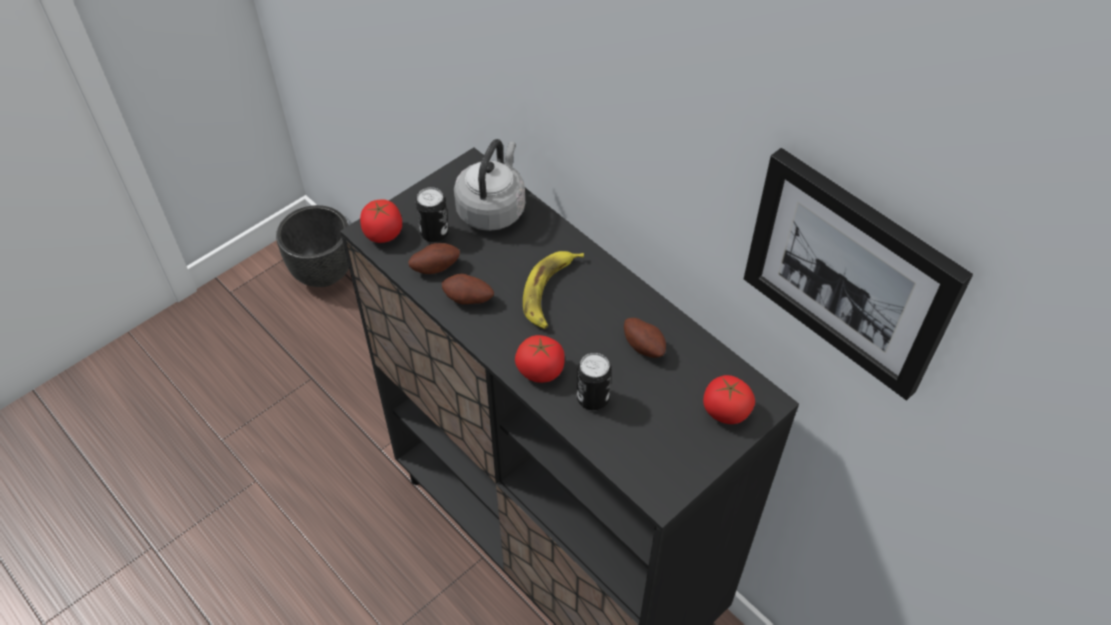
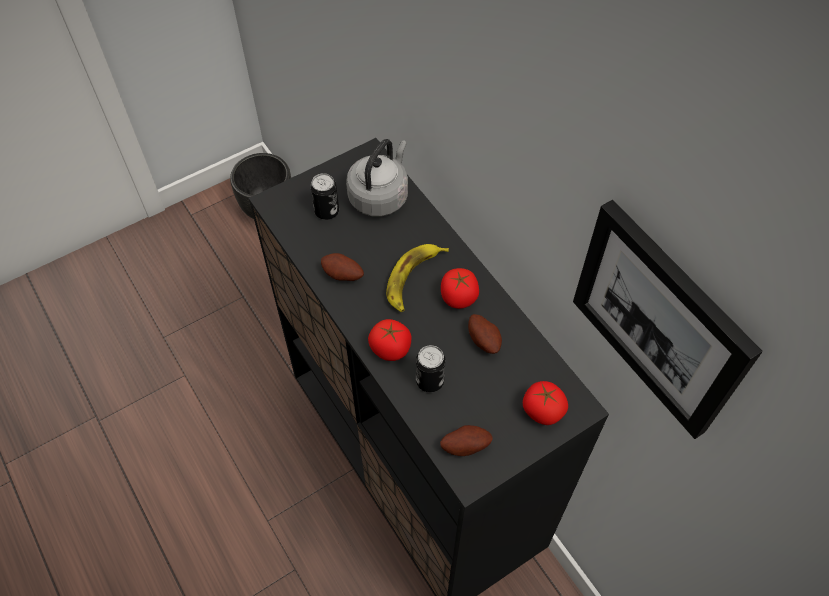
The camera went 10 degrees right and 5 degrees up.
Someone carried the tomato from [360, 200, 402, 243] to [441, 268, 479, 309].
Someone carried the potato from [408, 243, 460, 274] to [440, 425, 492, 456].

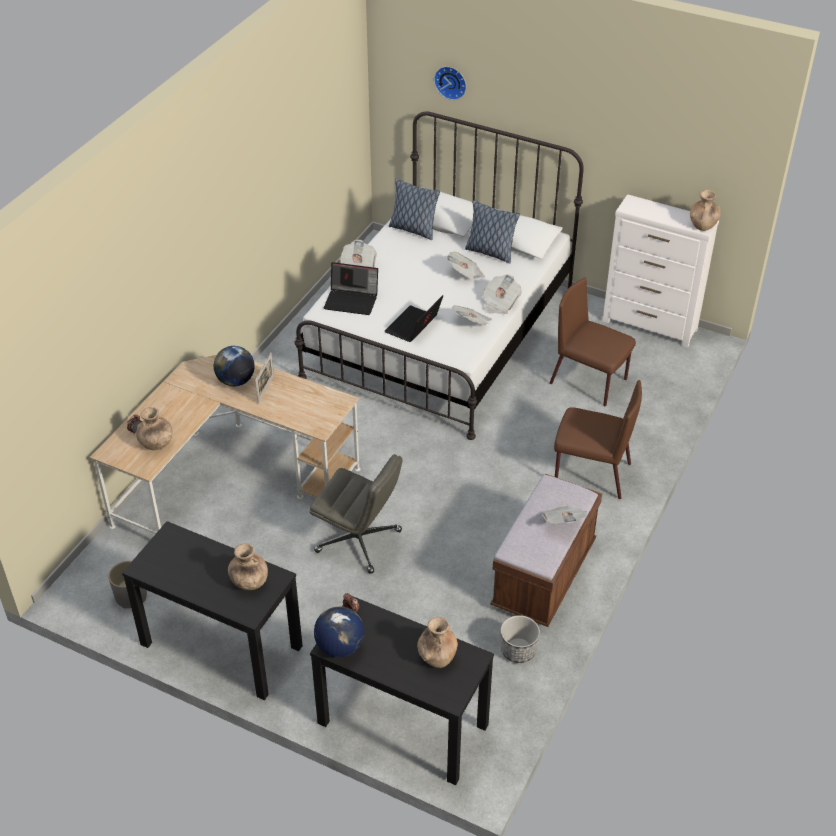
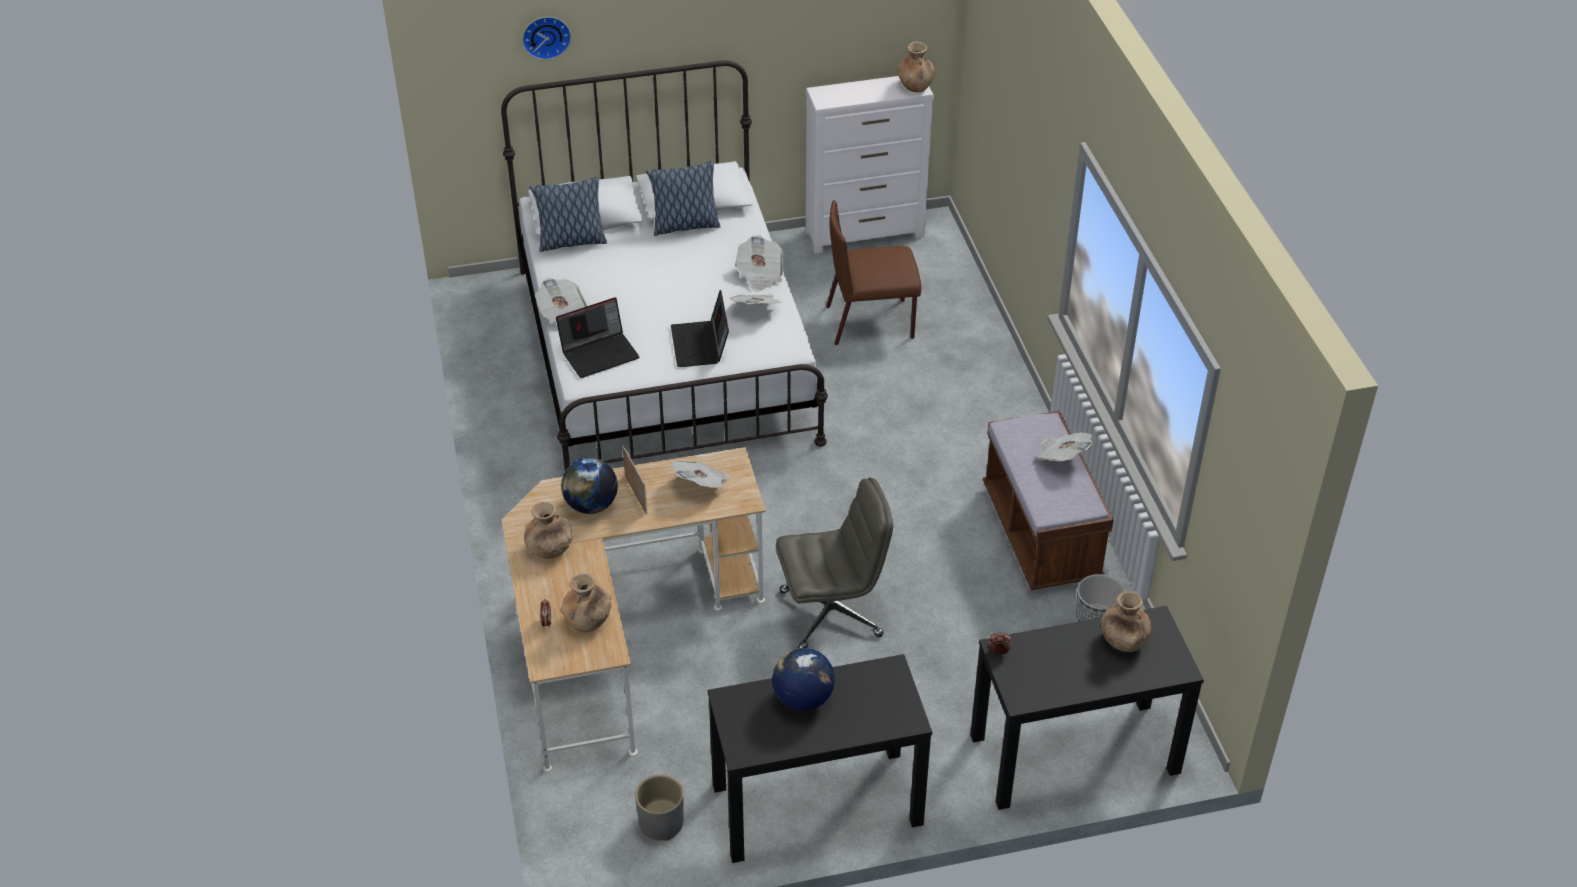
The camera went 40 degrees left and 0 degrees up.
Someone carried the vase (brown) from [228, 543, 268, 590] to [524, 501, 573, 559].
Someone carried the globe from [314, 606, 364, 657] to [772, 648, 835, 711].
Someone carried the newspaper from [445, 252, 485, 279] to [670, 460, 730, 489].
Someone took away the chair (brown) at [554, 380, 642, 499].

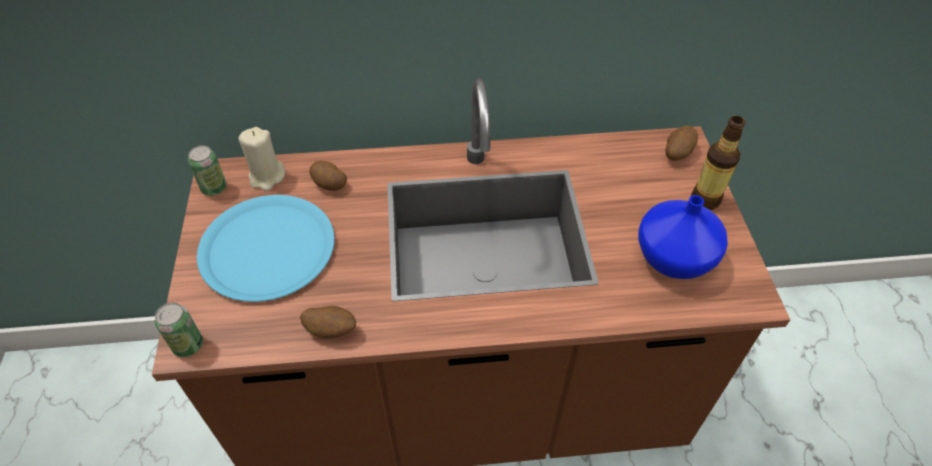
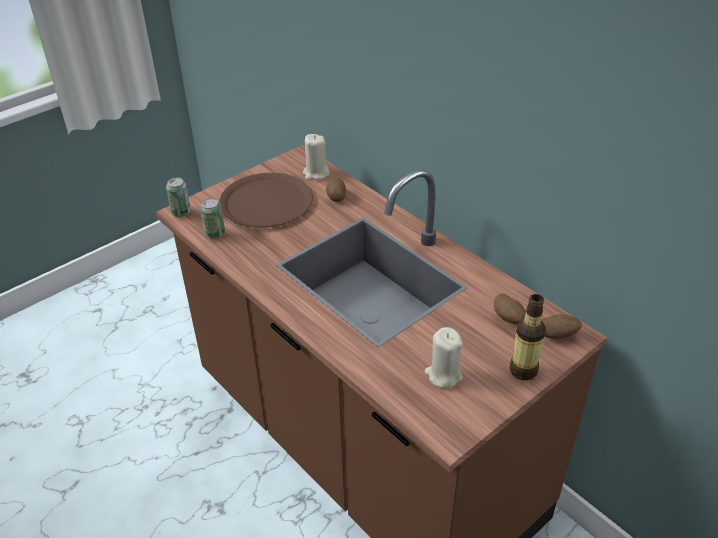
The camera went 55 degrees right and 10 degrees down.
Someone carried the can from [188, 145, 227, 196] to [200, 198, 225, 239].
Someone repainted the plate (blue) at [197, 195, 335, 302], which became the plate (brown) at [219, 173, 313, 228].
Someone carried the potato from [300, 306, 356, 338] to [494, 293, 526, 324].
Someone swapped the vase (blue) at [638, 195, 728, 279] for the candle (beige) at [425, 327, 463, 389].

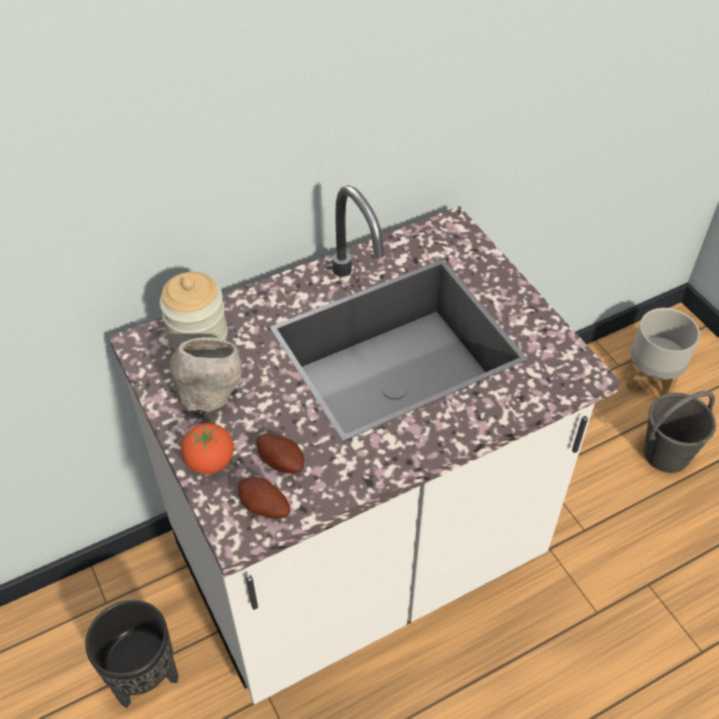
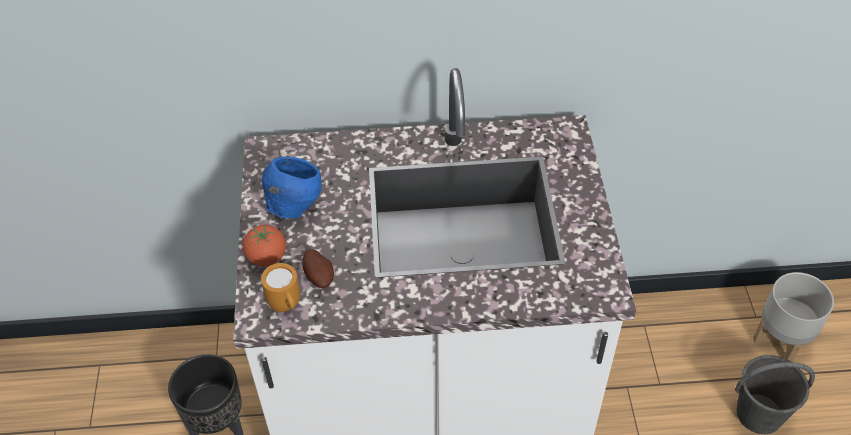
The camera went 25 degrees right and 0 degrees up.
Someone took away the jar at [160, 272, 228, 351].
Someone repainted the bowl (grey) at [169, 337, 242, 412], which became the bowl (blue) at [262, 157, 322, 219].
Someone swapped the potato at [238, 477, 290, 519] for the mug (orange) at [261, 263, 300, 312].

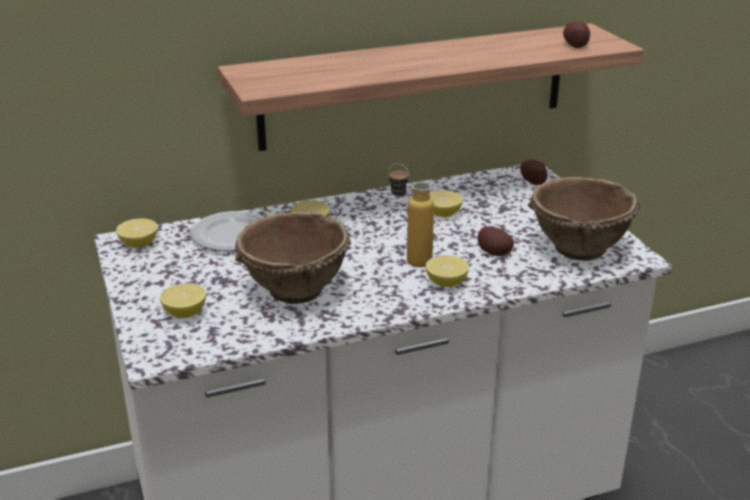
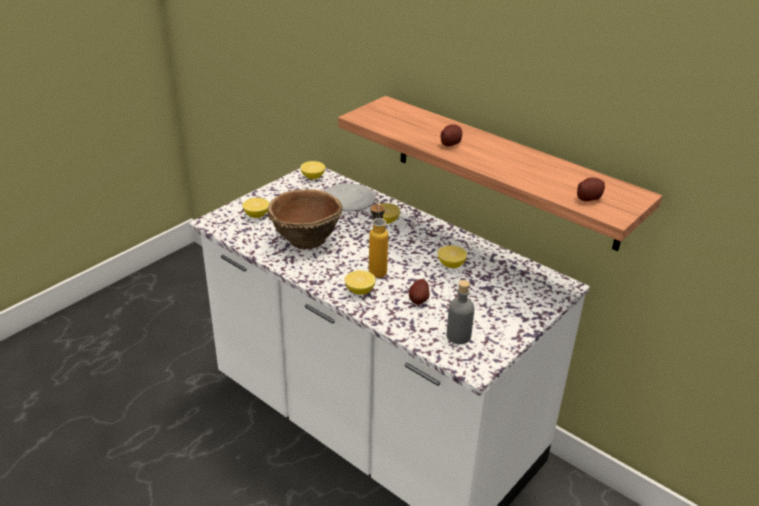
The camera went 60 degrees right and 5 degrees up.
Someone carried the potato from [520, 160, 547, 185] to [441, 125, 462, 147].
Someone swapped the bowl (brown) at [528, 177, 640, 261] for the bottle (grey) at [446, 280, 474, 344].

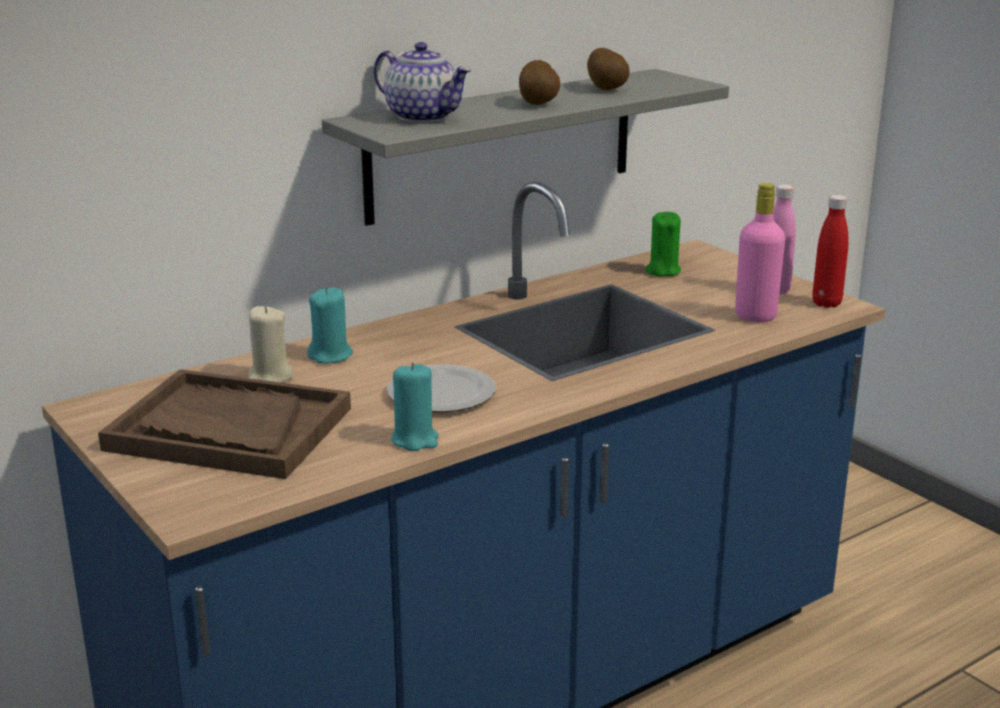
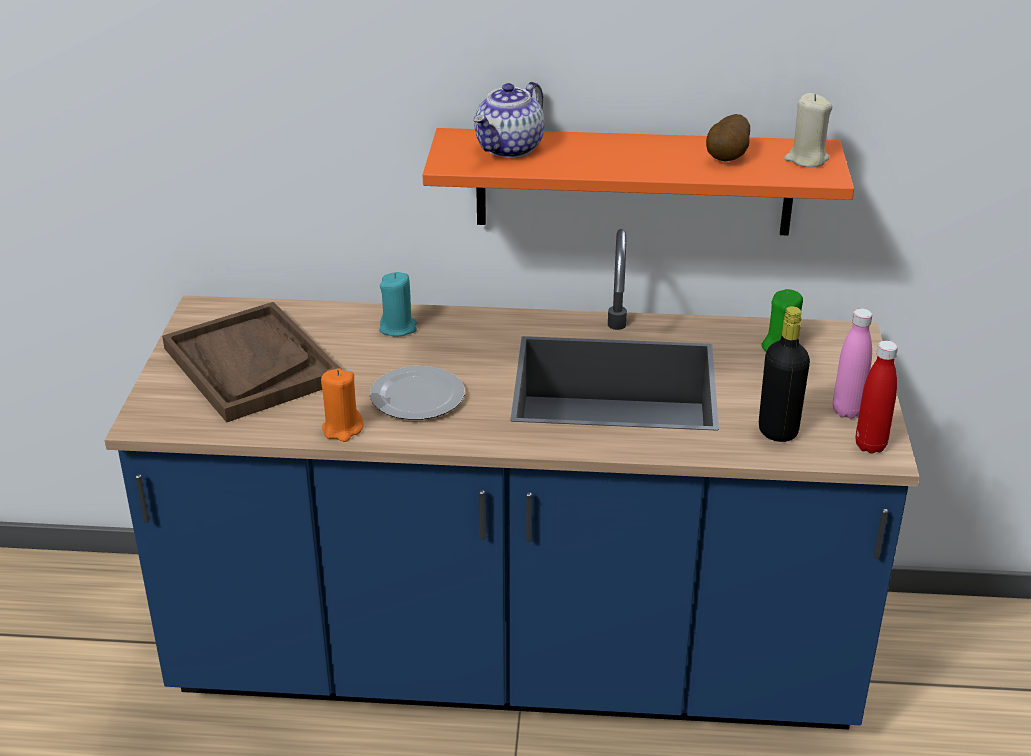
The camera went 40 degrees right and 10 degrees up.
Someone carried the candle (beige) from [248, 306, 293, 383] to [784, 93, 833, 167].
Someone repainted the shelf (grey) at [322, 69, 729, 226], which became the shelf (orange) at [423, 128, 854, 236].
Someone rotated the teapot at [374, 42, 471, 122] by 45 degrees clockwise.
Someone repainted the candle (turquoise) at [391, 363, 439, 451], which became the candle (orange) at [321, 368, 364, 442].
Someone took away the potato at [519, 60, 560, 105].
Someone repainted the bottle (pink) at [735, 183, 785, 322], which became the bottle (black) at [759, 306, 810, 442].

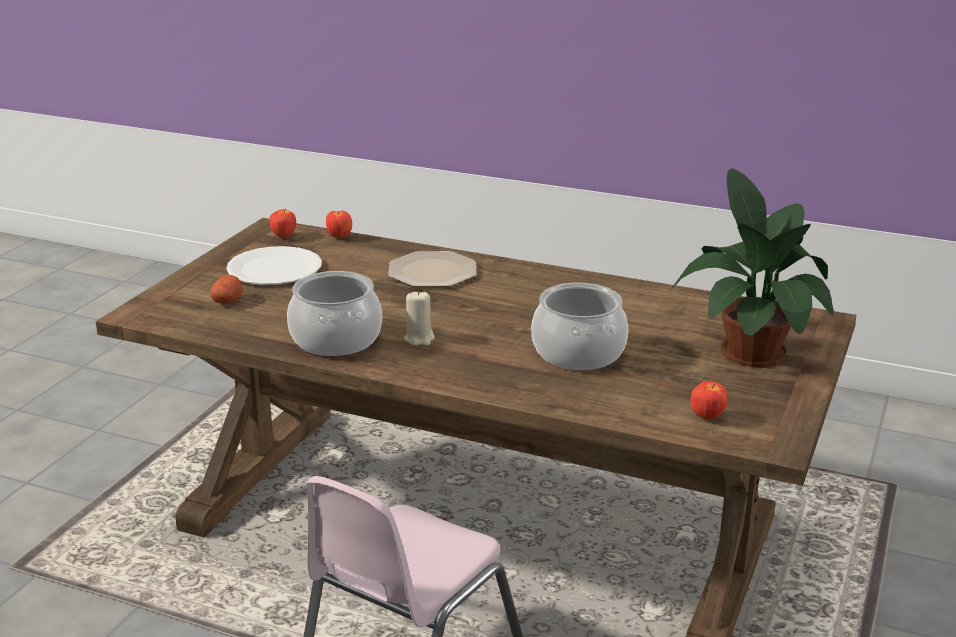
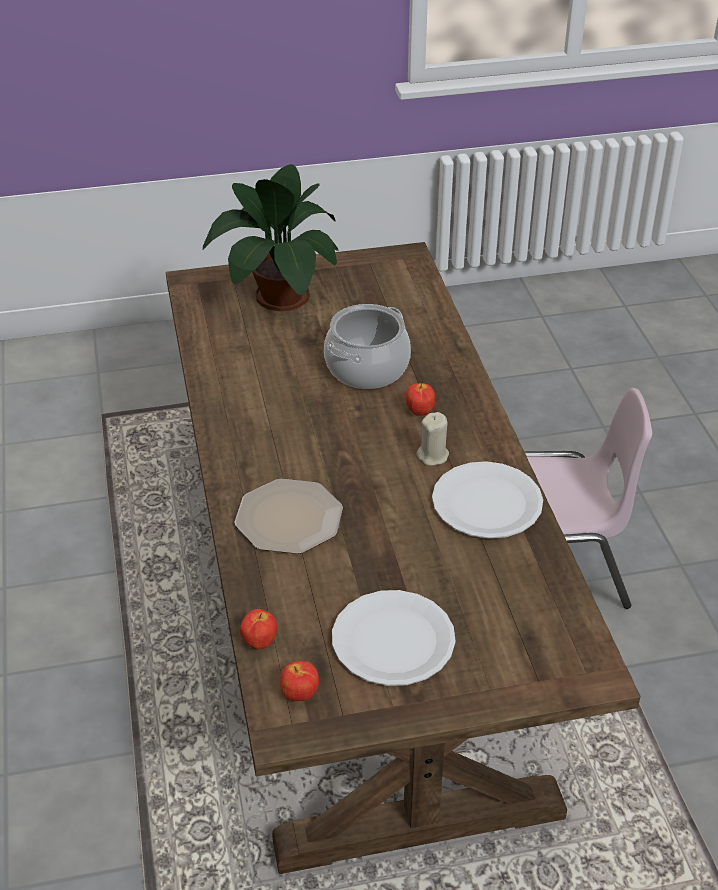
The camera went 125 degrees left and 15 degrees up.
Someone took away the potato at [210, 275, 242, 304].
Someone swapped the cooking pot at [287, 271, 382, 356] for the plate (white) at [432, 461, 543, 539].
Someone carried the apple from [690, 381, 728, 420] to [406, 383, 435, 416].

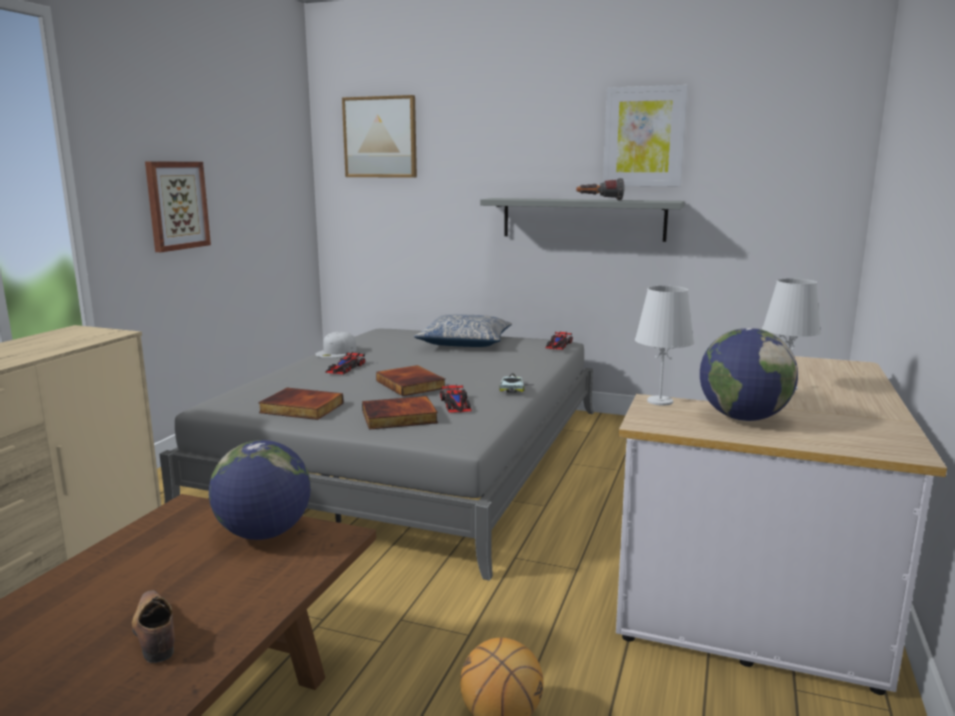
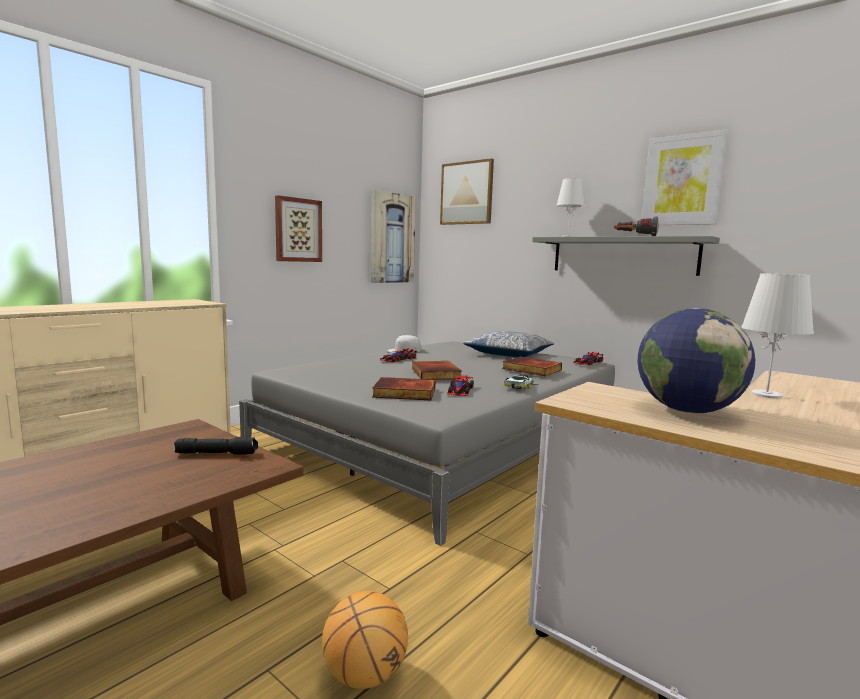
The camera went 20 degrees right and 5 degrees down.
Someone took away the shoe at [131, 590, 175, 663].
Someone swapped the globe at [209, 440, 311, 540] for the flashlight (black) at [174, 437, 258, 455].
Someone carried the book from [258, 388, 344, 420] to [502, 356, 562, 376].
Someone carried the table lamp (white) from [635, 286, 694, 406] to [556, 178, 585, 237].
Someone put up the picture at [371, 190, 416, 283].

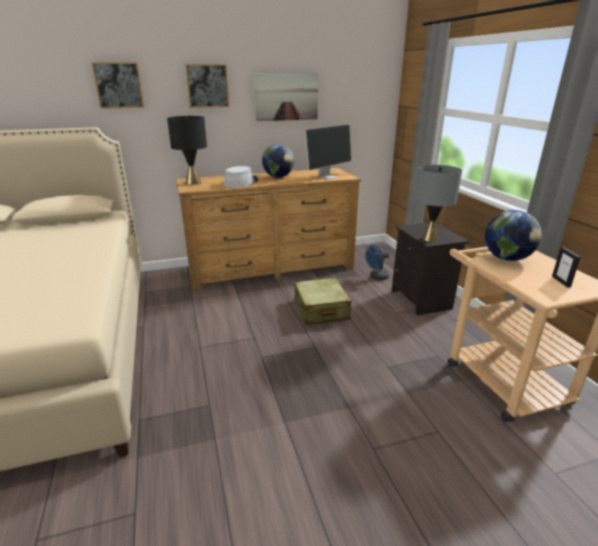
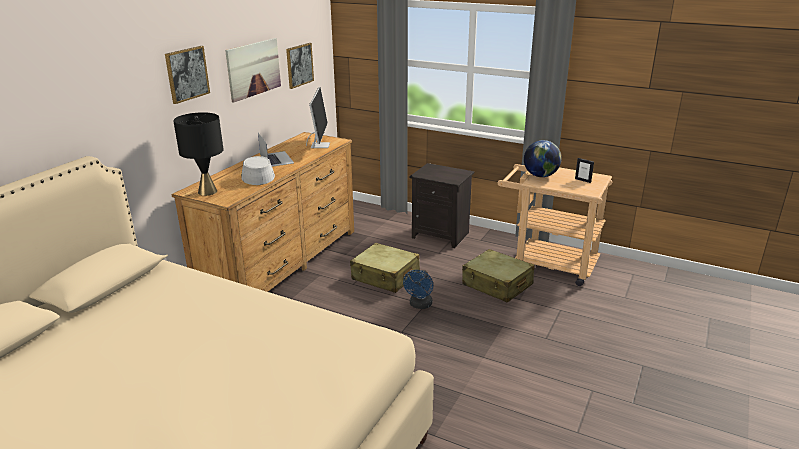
The camera went 45 degrees left and 0 degrees up.
Someone carried the picture from [91, 62, 144, 109] to [286, 43, 314, 89].
Someone swapped the globe at [262, 144, 294, 178] for the laptop at [258, 133, 294, 167].
Someone carried the fan (blue) from [365, 245, 389, 280] to [403, 270, 433, 309].
Someone took away the table lamp (grey) at [415, 165, 462, 242].
Someone put down the suitcase (beige) at [462, 249, 535, 302].

